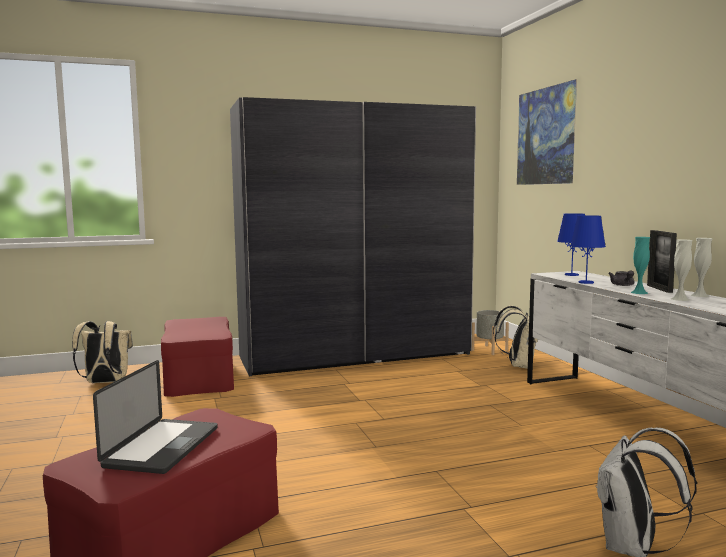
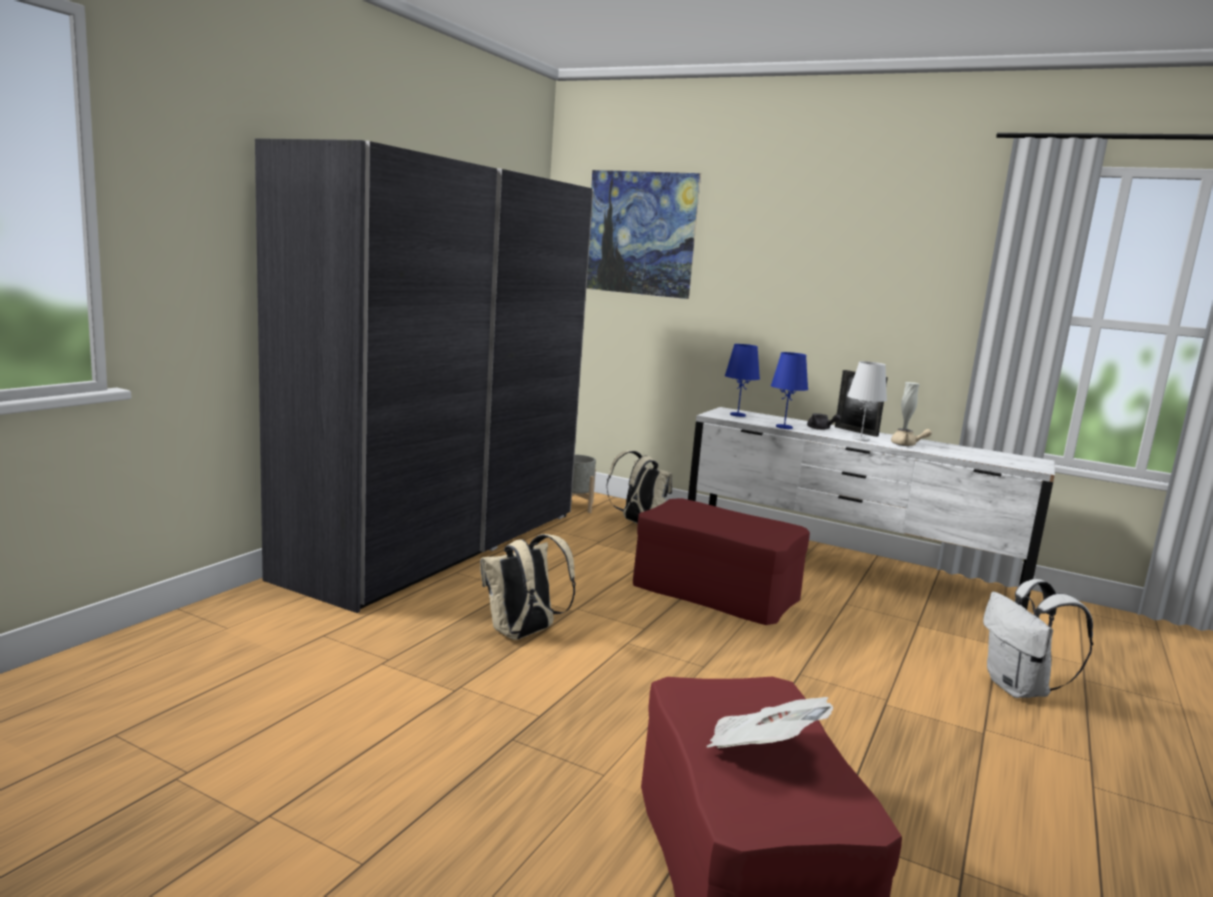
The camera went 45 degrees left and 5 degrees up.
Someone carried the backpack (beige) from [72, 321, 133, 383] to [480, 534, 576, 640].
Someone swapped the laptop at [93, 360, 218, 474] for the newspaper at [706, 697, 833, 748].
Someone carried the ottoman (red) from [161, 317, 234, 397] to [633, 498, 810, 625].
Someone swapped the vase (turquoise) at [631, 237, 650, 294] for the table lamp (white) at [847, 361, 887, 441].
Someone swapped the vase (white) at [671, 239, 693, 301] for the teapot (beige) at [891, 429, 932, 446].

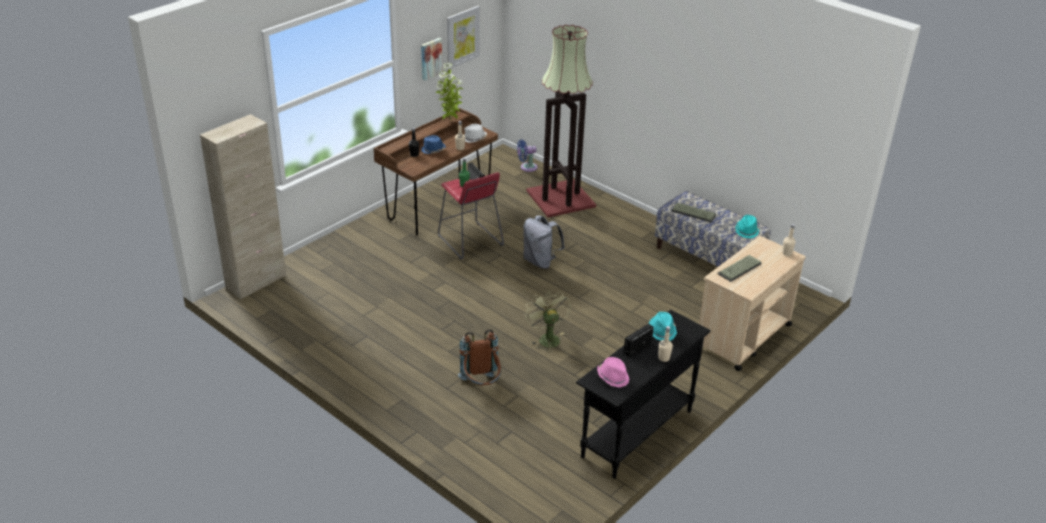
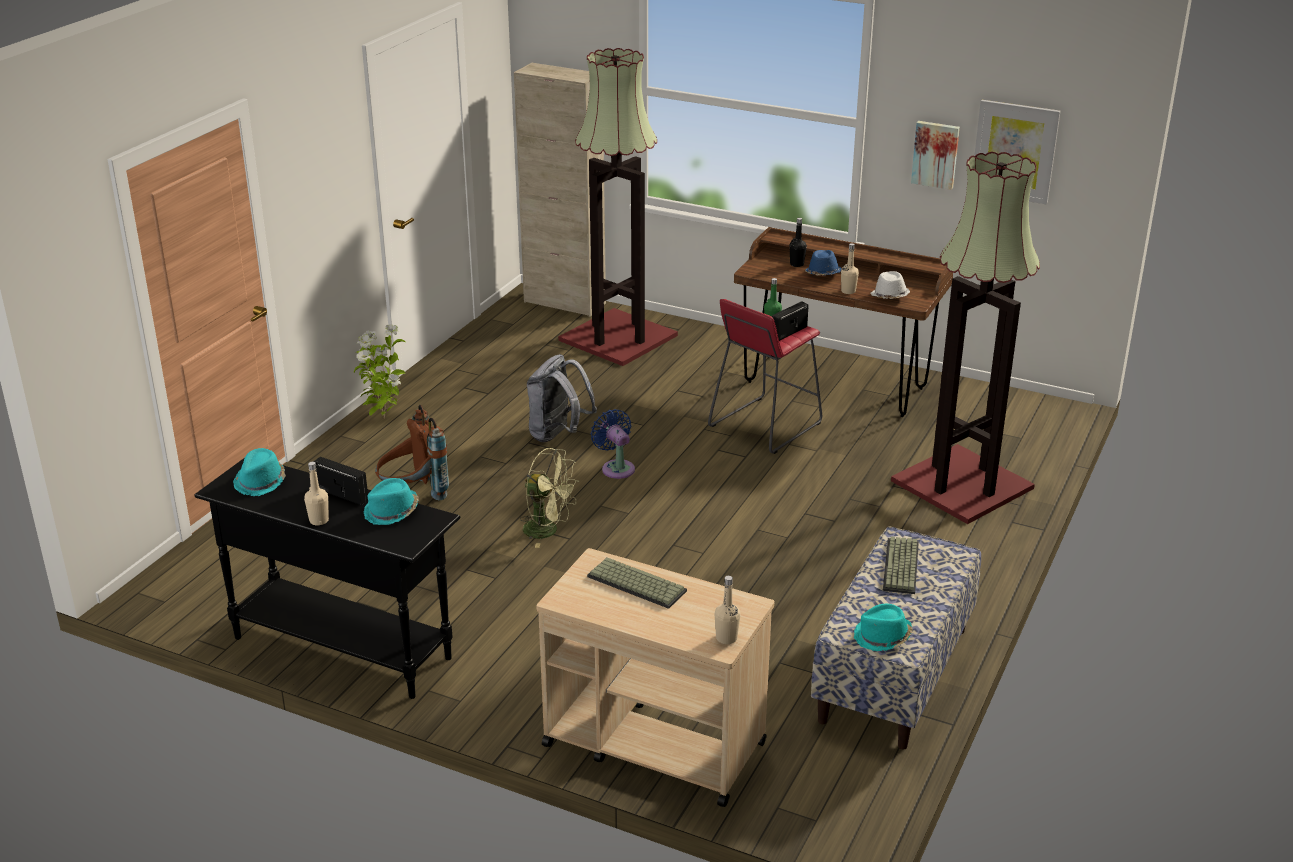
The camera went 75 degrees right and 5 degrees down.
Someone carried the potted plant from [435, 63, 463, 120] to [354, 324, 405, 419].
Someone carried the fan (blue) from [517, 139, 538, 172] to [591, 409, 635, 479].
Someone carried the backpack (grey) from [523, 215, 565, 269] to [527, 354, 597, 442].
Someone rotated the fan (green) at [525, 290, 571, 351] by 60 degrees clockwise.
Someone repainted the hat (pink) at [597, 357, 630, 388], which became the hat (turquoise) at [233, 448, 286, 496].
Someone put down the floor lamp at [558, 48, 678, 366].

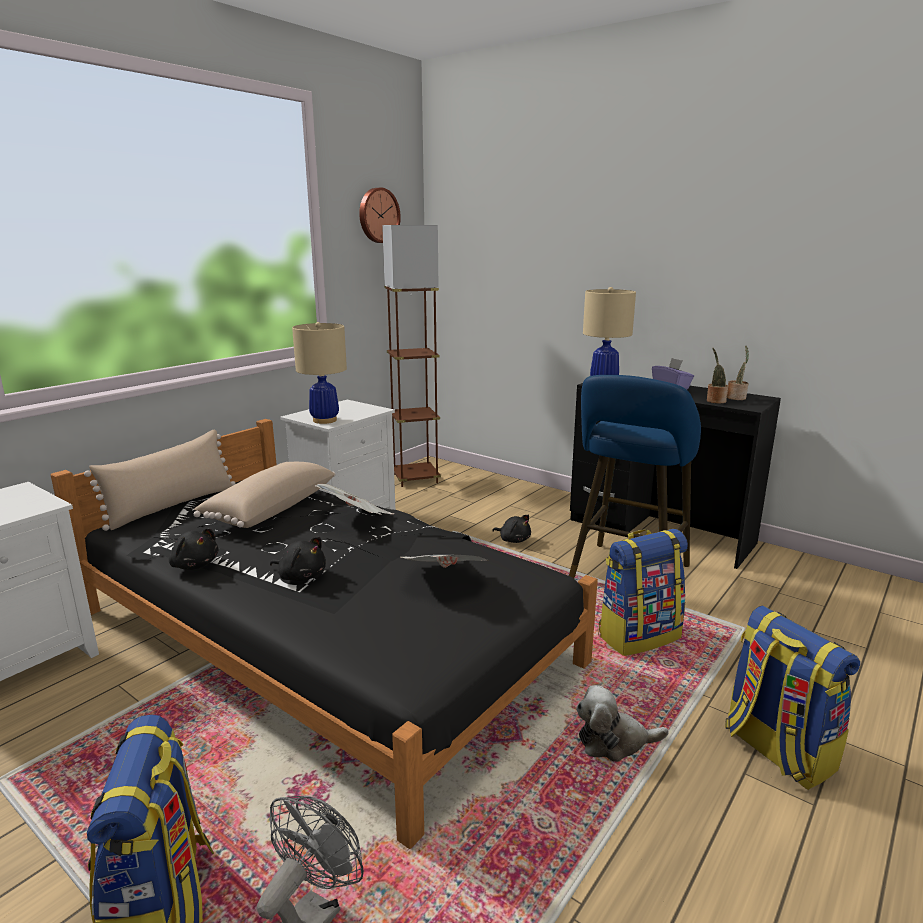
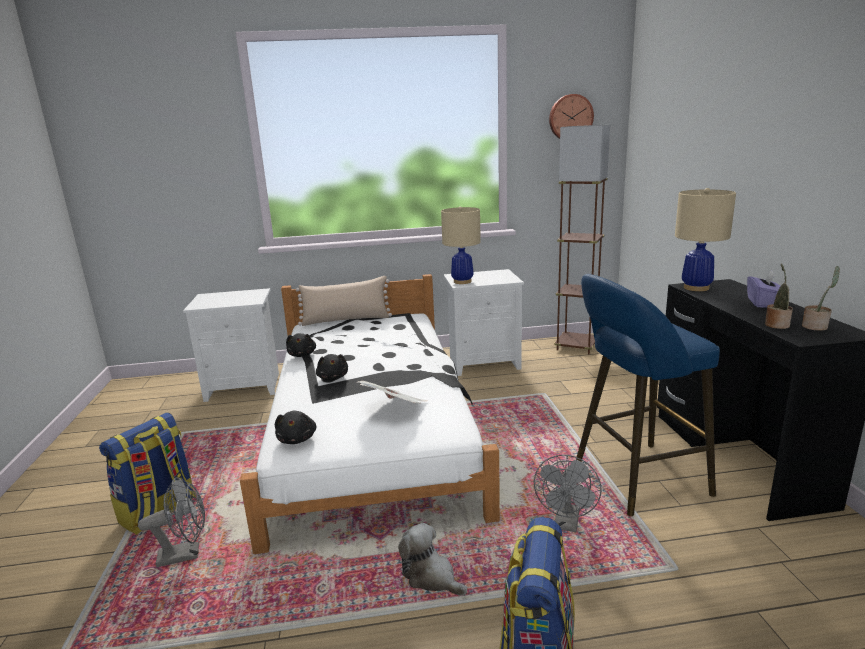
The camera went 45 degrees right and 0 degrees up.
Someone repainted the bed (black) at [51, 419, 598, 849], which became the bed (white) at [240, 274, 500, 554].
Someone took away the pillow (beige) at [194, 462, 336, 528].
Someone took away the newspaper at [314, 484, 394, 515].
Someone carried the plush toy (black) from [492, 515, 531, 543] to [275, 411, 316, 444].
Someone swapped the backpack at [598, 529, 688, 656] for the fan (grey) at [534, 455, 602, 532].

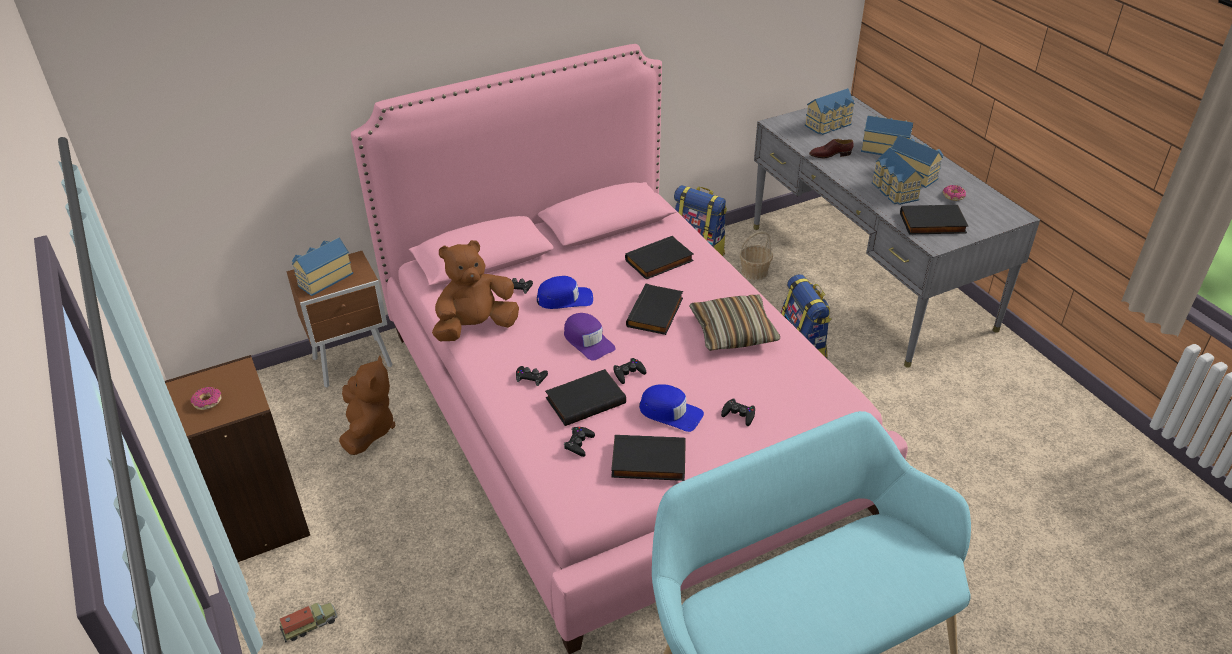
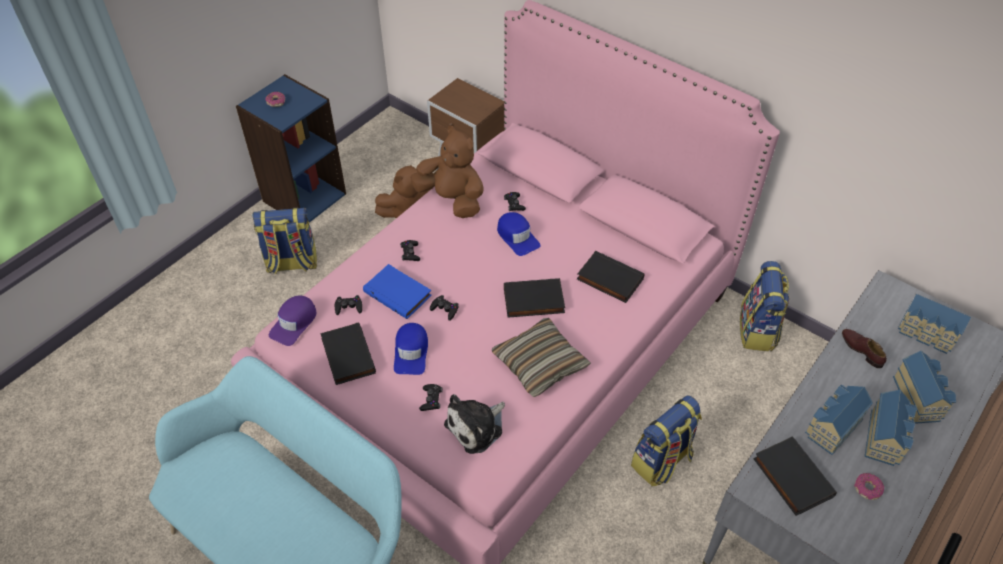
The camera went 65 degrees right and 10 degrees up.
Someone repainted the bookcase (brown) at [165, 355, 310, 562], which became the bookcase (blue) at [236, 74, 346, 223].
Someone took away the toy truck at [280, 603, 338, 643].
Someone took away the toy house at [292, 238, 353, 296].
Someone repainted the book (black) at [545, 369, 626, 426], which became the book (blue) at [363, 264, 432, 319].
Someone carried the cap (purple) from [564, 313, 616, 361] to [269, 296, 316, 346].
Someone took away the basket at [739, 231, 773, 280].
Someone put down the backpack at [253, 208, 317, 275].
Someone put down the plush toy at [444, 394, 505, 454].

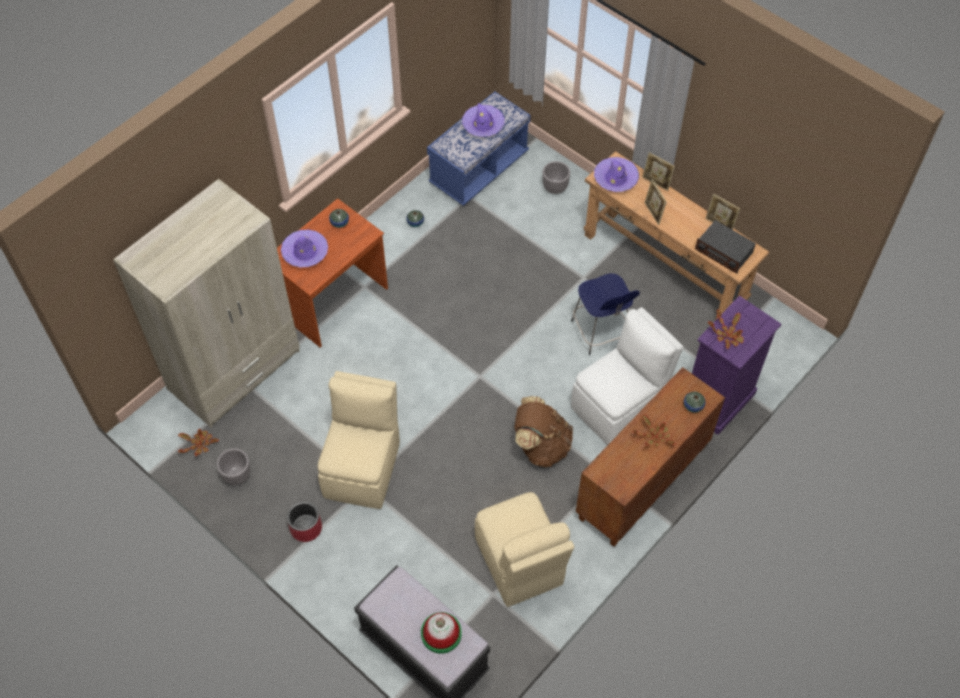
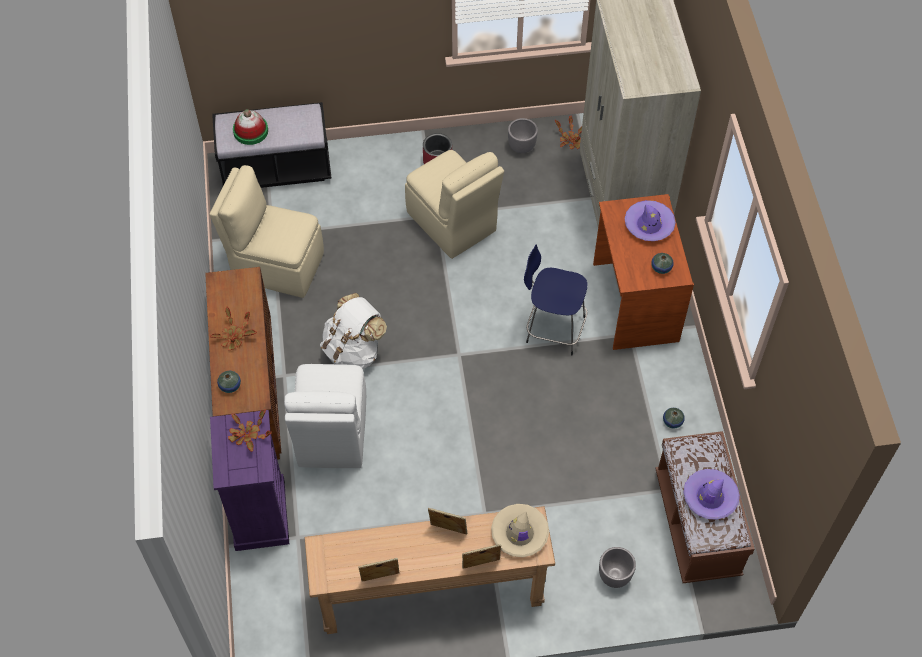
The camera went 130 degrees right and 0 degrees up.
Someone repainted the bench (blue) at [427, 92, 531, 206], which became the bench (brown) at [655, 431, 755, 583].
Someone repainted the backpack (brown) at [514, 396, 573, 467], which became the backpack (white) at [320, 293, 387, 369].
Someone carried the stool (blue) from [571, 273, 640, 355] to [524, 245, 587, 355].
Someone repainted the hat (purple) at [594, 157, 639, 192], which became the hat (beige) at [491, 504, 549, 557].
Someone took away the radio at [695, 220, 756, 274].

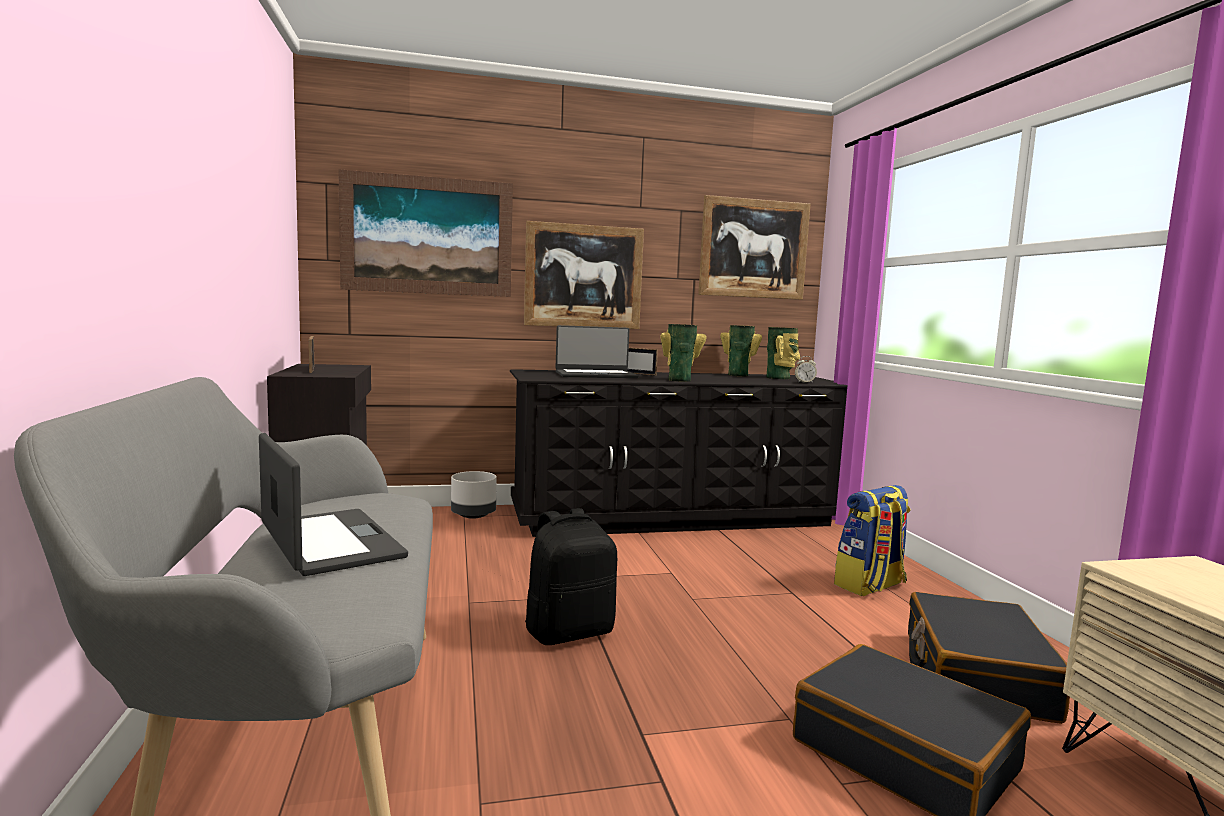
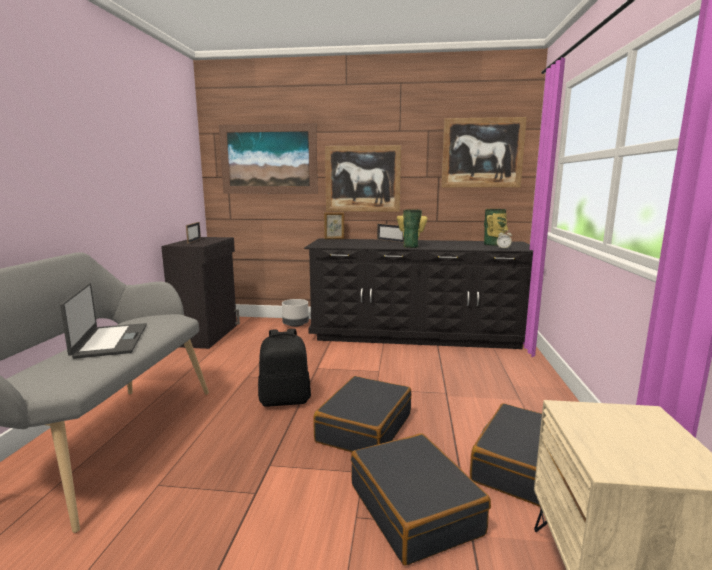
The camera went 20 degrees right and 5 degrees up.
Someone took away the laptop at [556, 325, 639, 378].
Someone took away the vase at [720, 325, 762, 376].
Someone took away the backpack at [834, 485, 911, 596].
Someone put down the suitcase (black) at [313, 376, 411, 452].
Someone put down the picture frame at [324, 212, 344, 239].

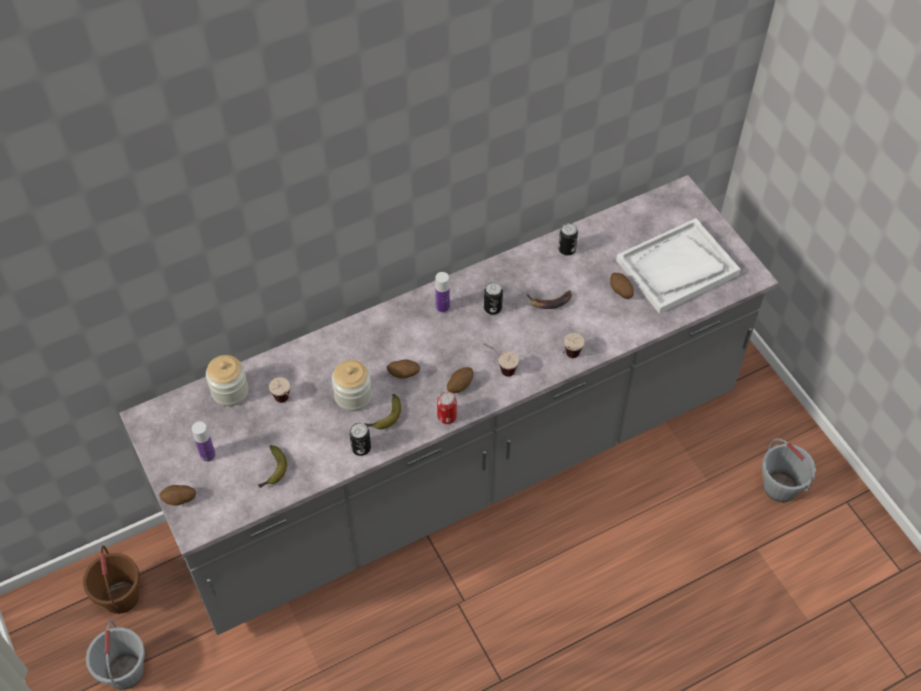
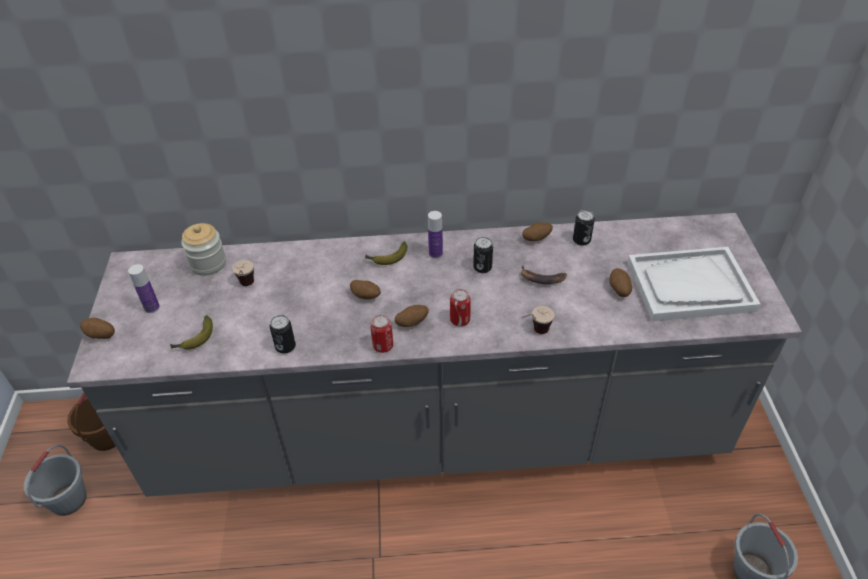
The camera went 25 degrees right and 10 degrees down.
Someone took away the jar at [332, 360, 372, 411].
Someone carried the banana from [364, 394, 401, 429] to [365, 242, 407, 265].
Someone swapped the cup at [483, 343, 519, 377] for the can at [450, 289, 471, 326].
Someone put down the potato at [522, 222, 553, 241].

